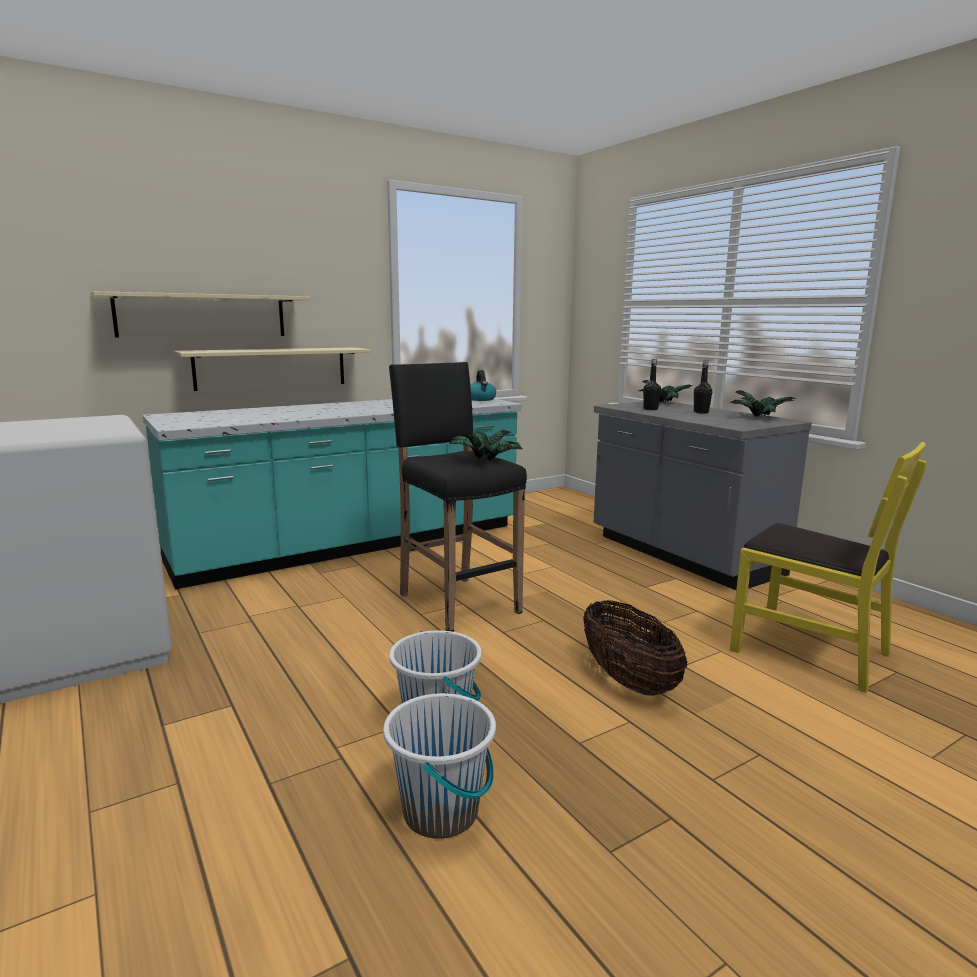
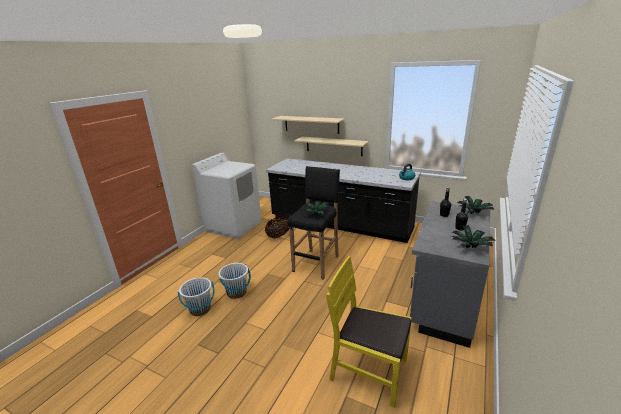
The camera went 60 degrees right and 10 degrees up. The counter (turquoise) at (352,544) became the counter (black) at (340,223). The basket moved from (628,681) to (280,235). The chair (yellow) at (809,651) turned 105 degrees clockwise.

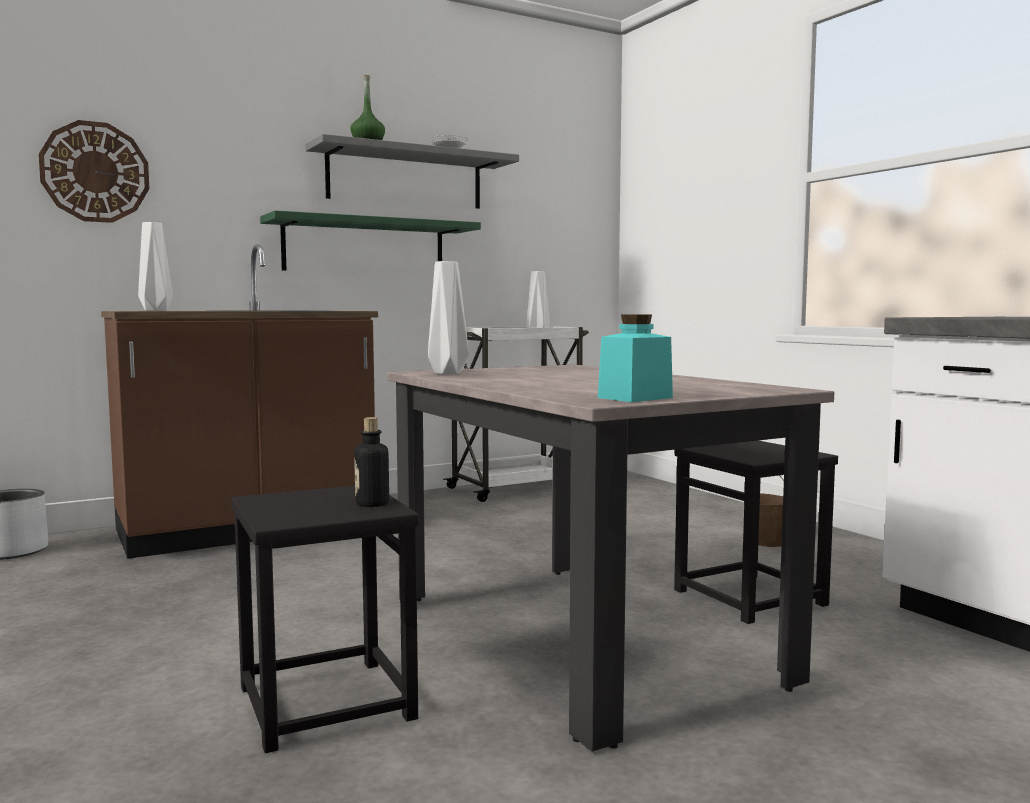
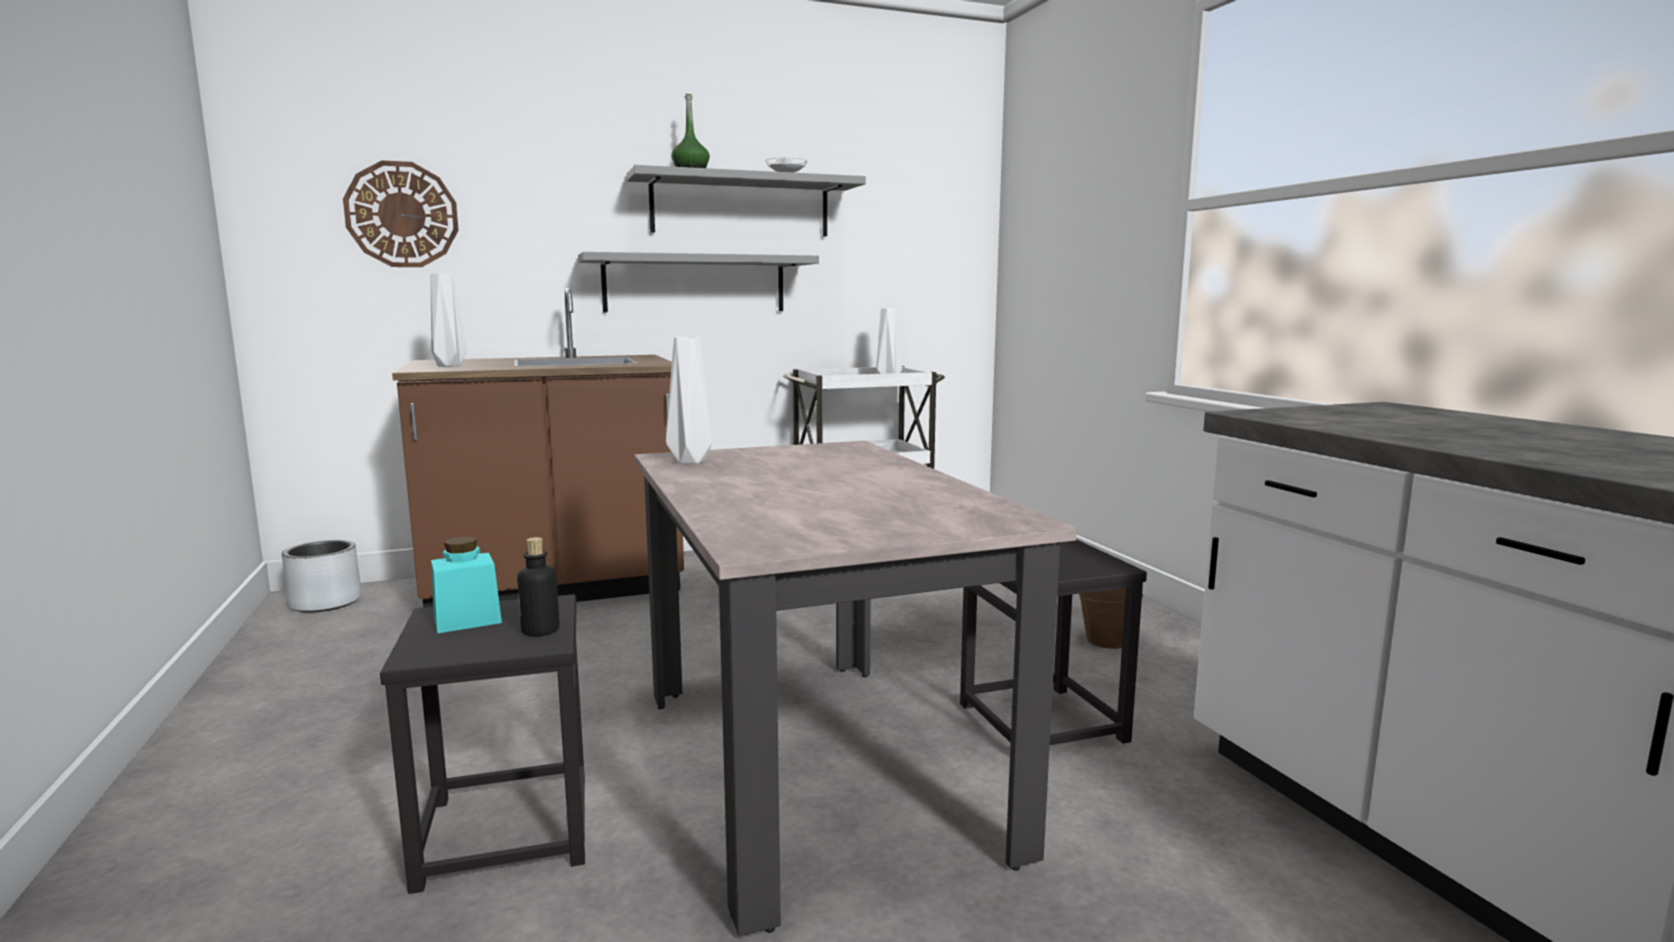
The camera went 10 degrees right and 5 degrees up. The shelf (green) at (365,247) became the shelf (grey) at (695,284). The jar (turquoise) moved from (635,398) to (467,620).

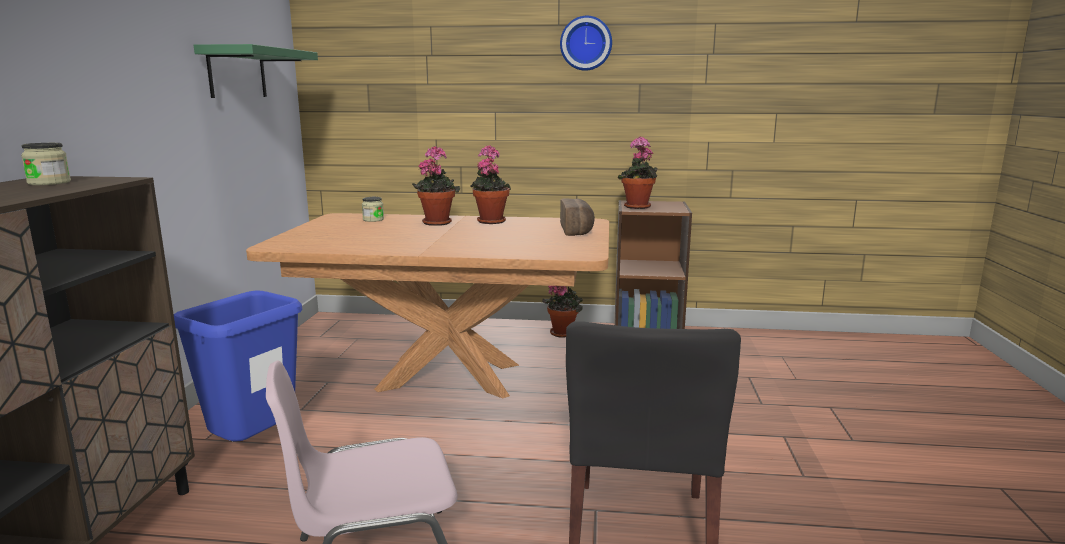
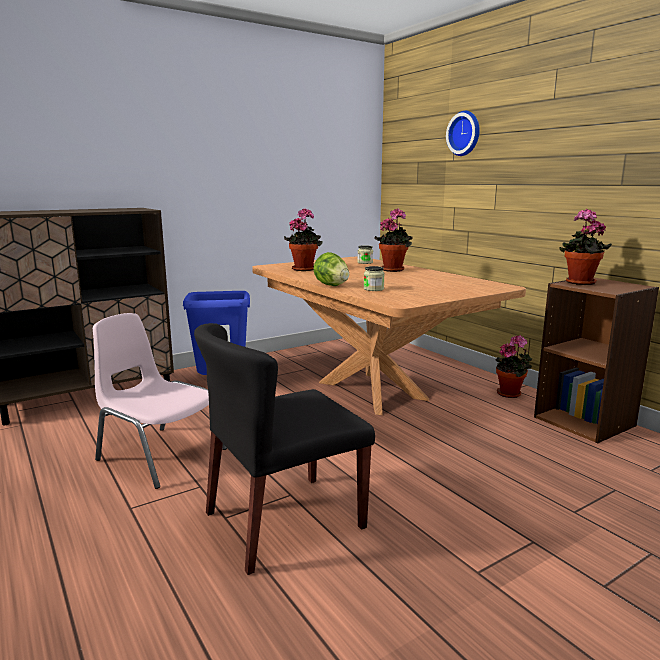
The camera went 50 degrees right and 0 degrees up. The jar moved from (49,183) to (373,289). The shelf (green) at (237,73) disappeared. The potted plant moved from (490,221) to (304,269). The wall clock moved from (586,43) to (465,133). The bread at (578,230) disappeared. The lettuce at (331,285) appeared.

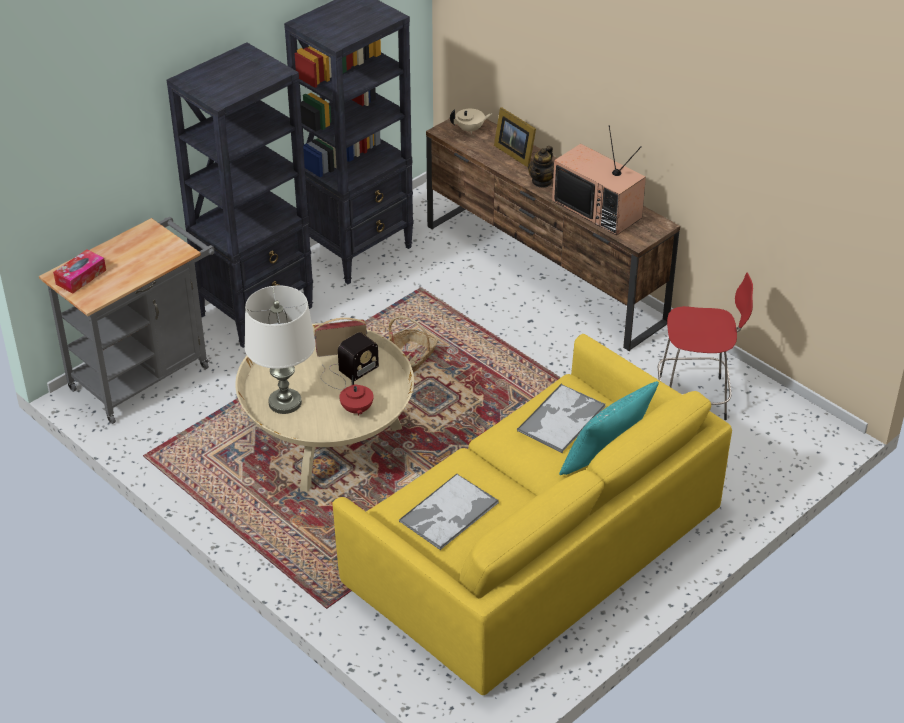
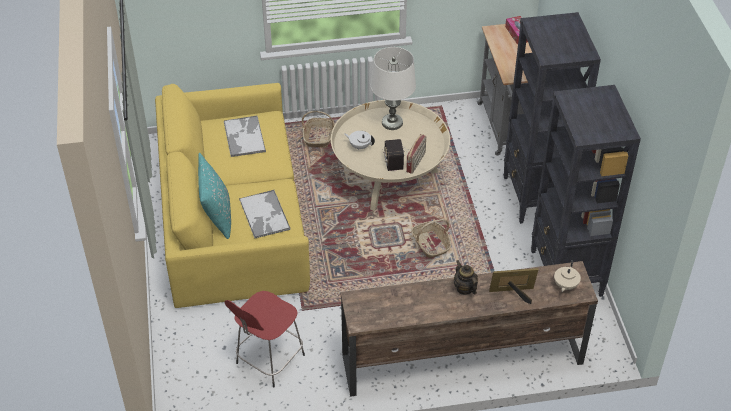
The camera went 125 degrees right and 5 degrees up. The teapot (red) at (356,410) became the teapot (white) at (359,146). The television at (599,209) disappeared. The basket at (319,137) appeared.

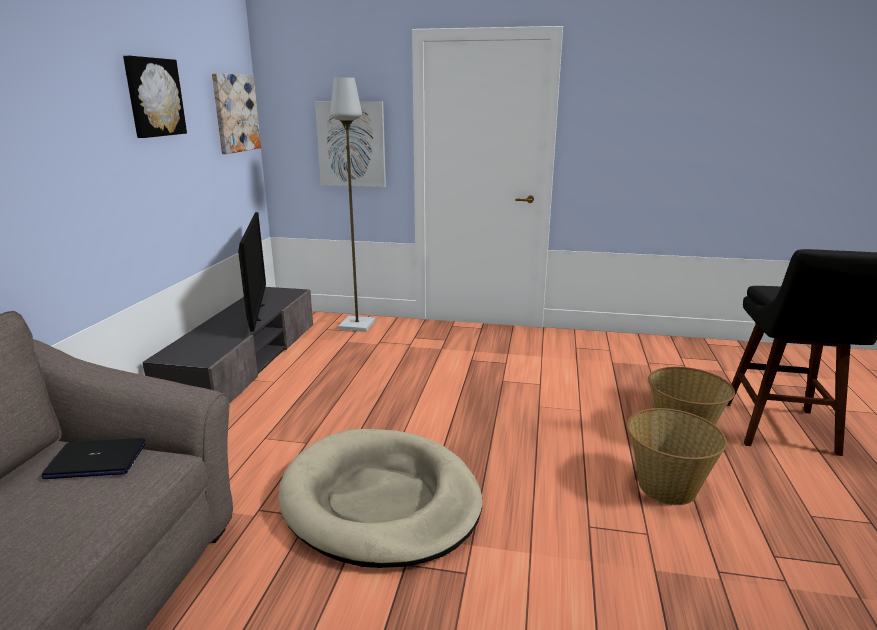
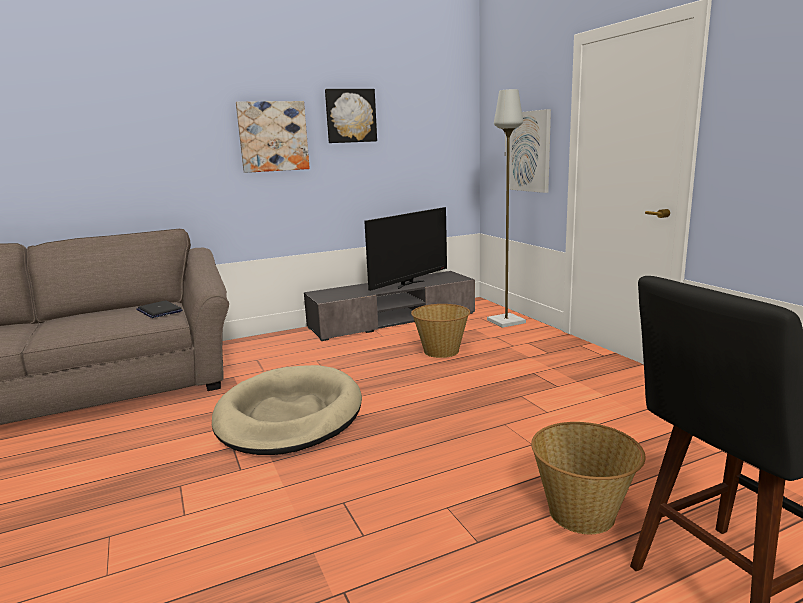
The camera went 55 degrees right and 5 degrees down. The picture moved from (235,113) to (273,136). The basket moved from (666,486) to (441,351).

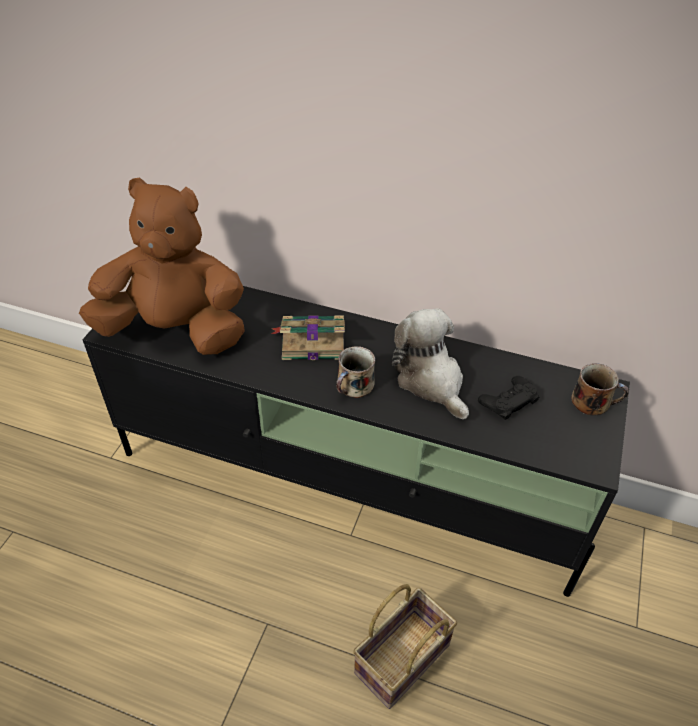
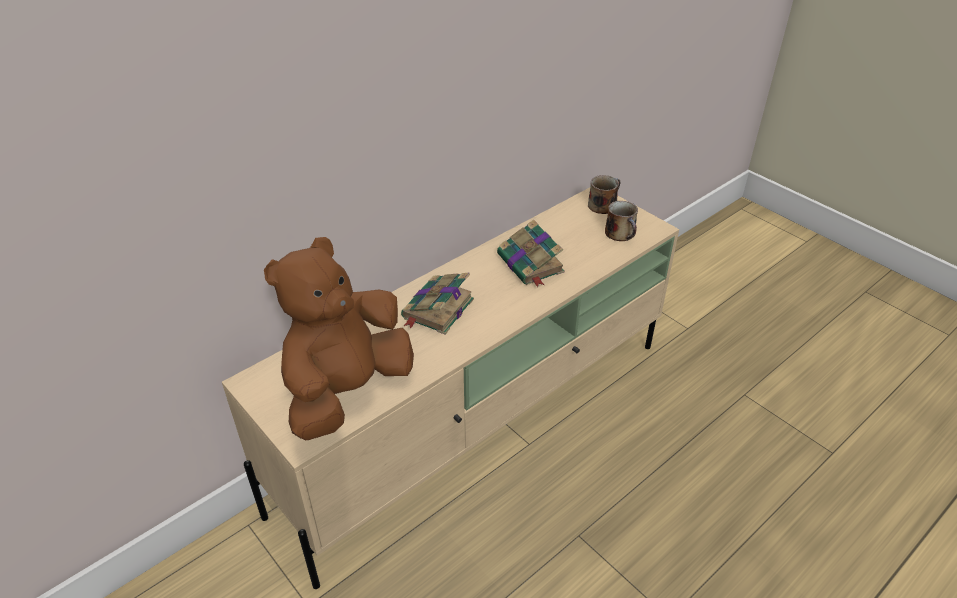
The camera went 60 degrees left and 5 degrees down. The tv stand (black) at (350,483) became the tv stand (beige) at (479,422). The mug moved from (354,386) to (621,233). The basket at (402,662) disappeared. The plush toy at (430,380) was replaced by the book at (531,264). The game controller (black) at (508,401) disappeared.

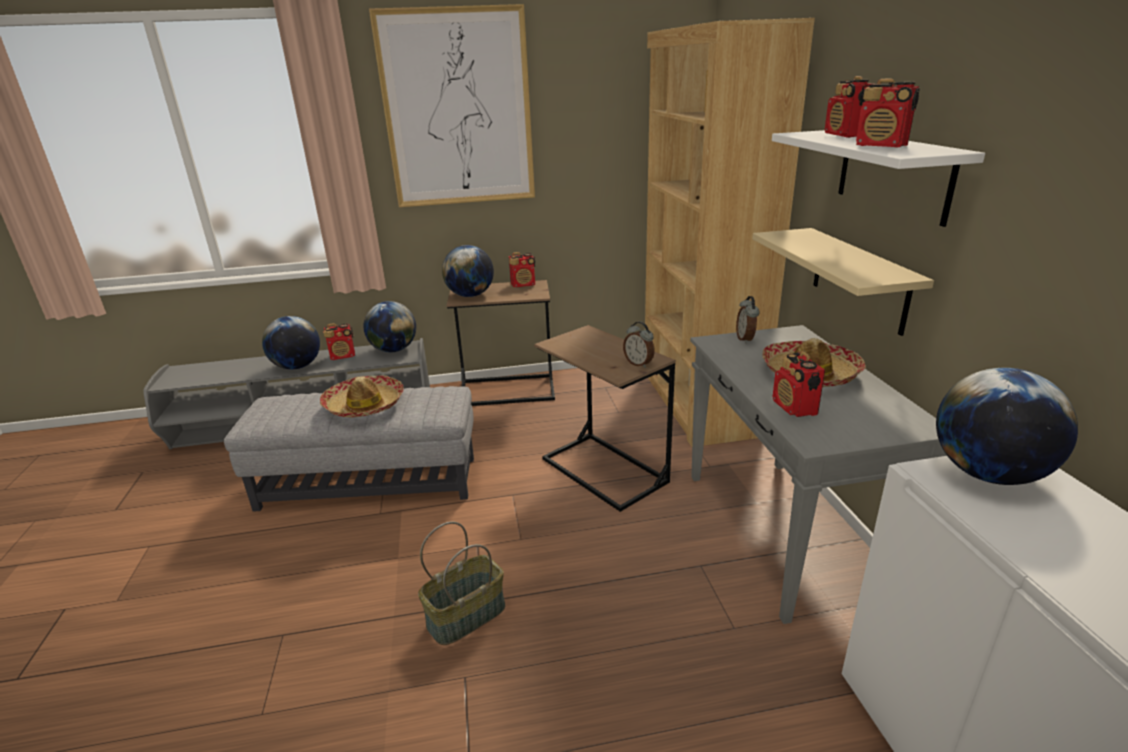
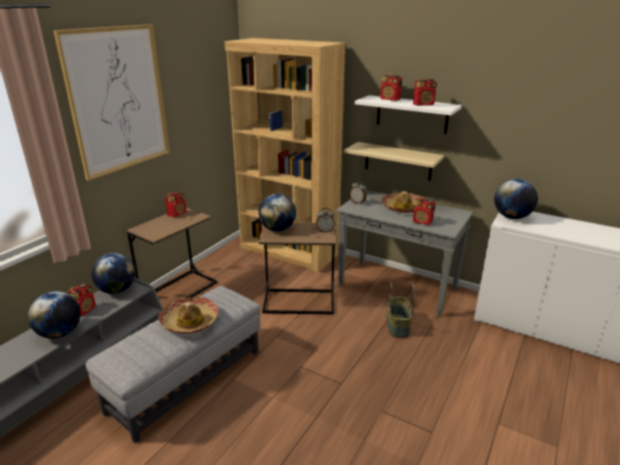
The camera went 50 degrees left and 0 degrees up. The basket moved from (466,615) to (397,325). The globe moved from (470,295) to (277,229).

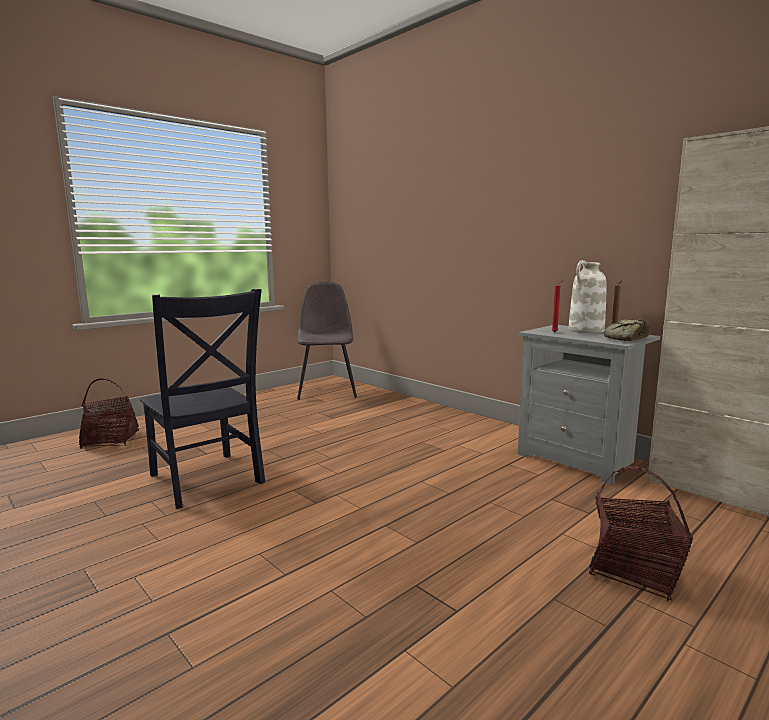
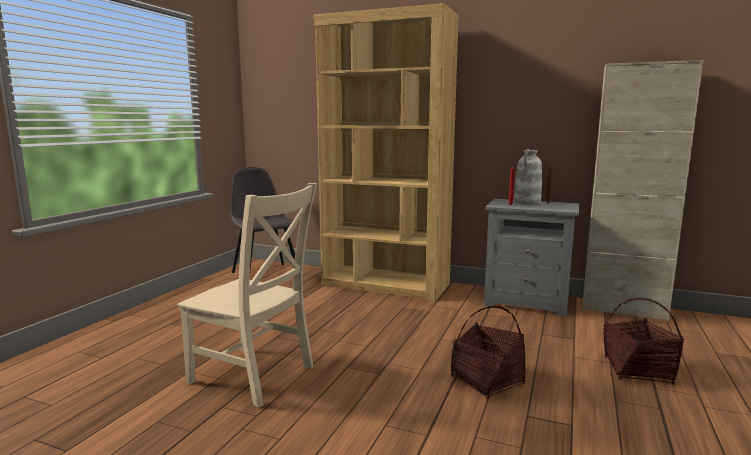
The camera went 25 degrees left and 0 degrees up. The basket moved from (110,439) to (486,380). The chair (black) at (207,481) became the chair (beige) at (255,376). The bread at (625,338) disappeared. The bookcase (brown) at (385,284) appeared.

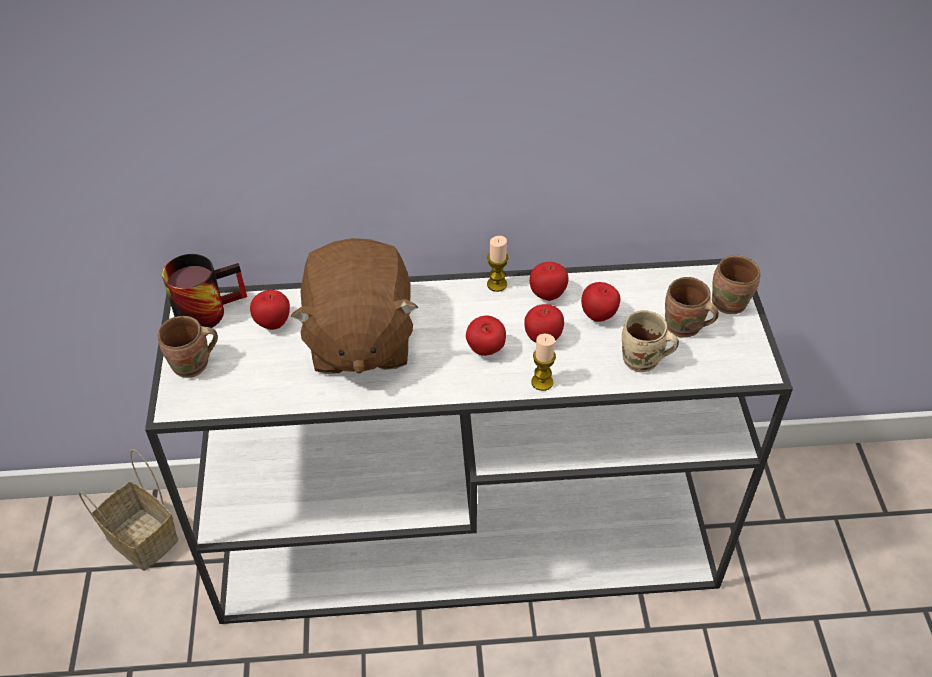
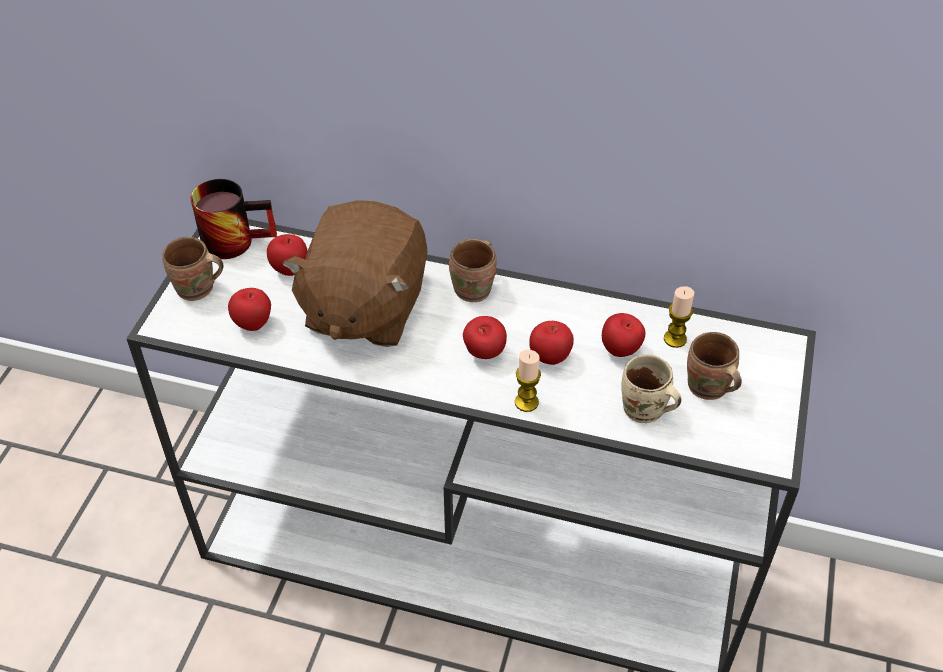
The camera went 20 degrees right and 0 degrees up. The basket at (140,539) disappeared. The candle moved from (497,284) to (675,339). The apple moved from (547,295) to (253,324). The mug (brown) moved from (731,302) to (476,289).

